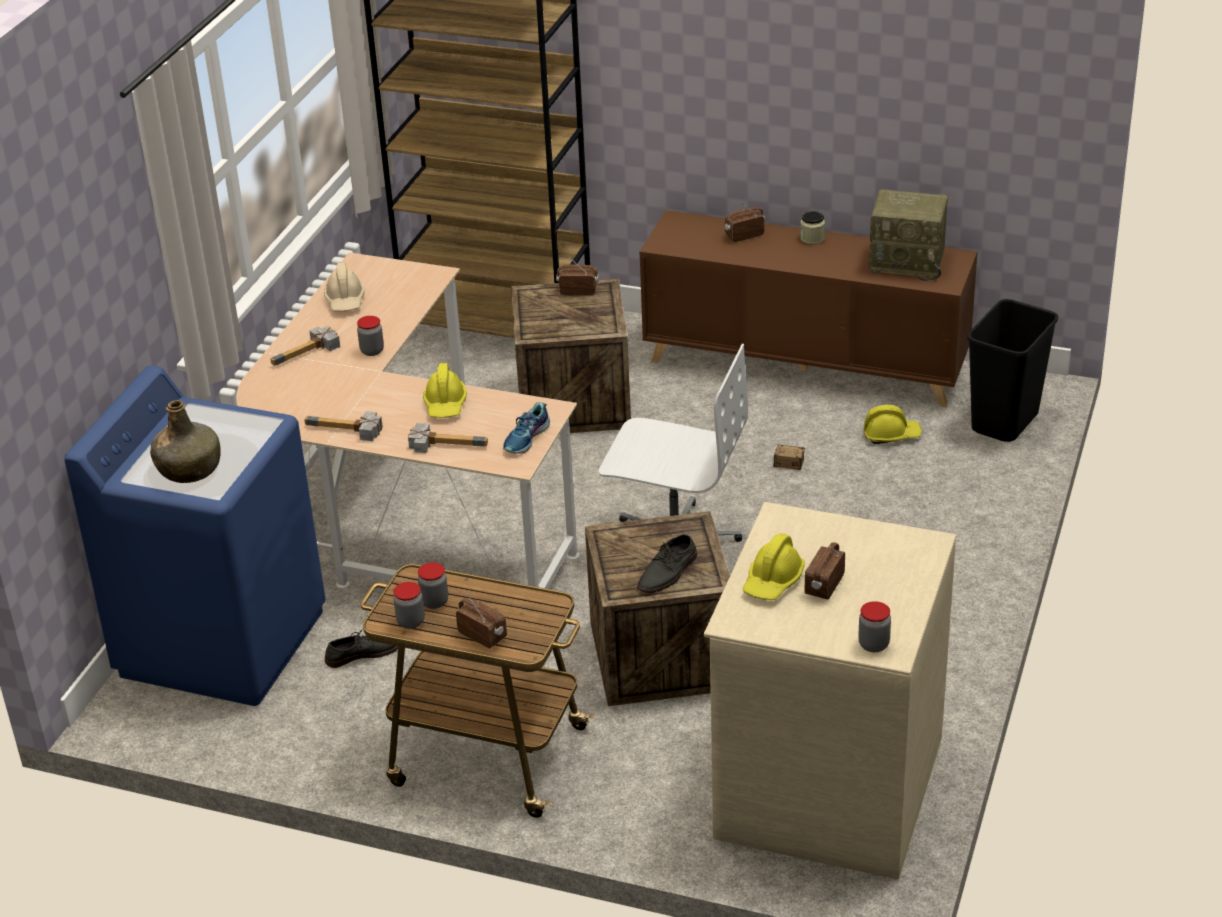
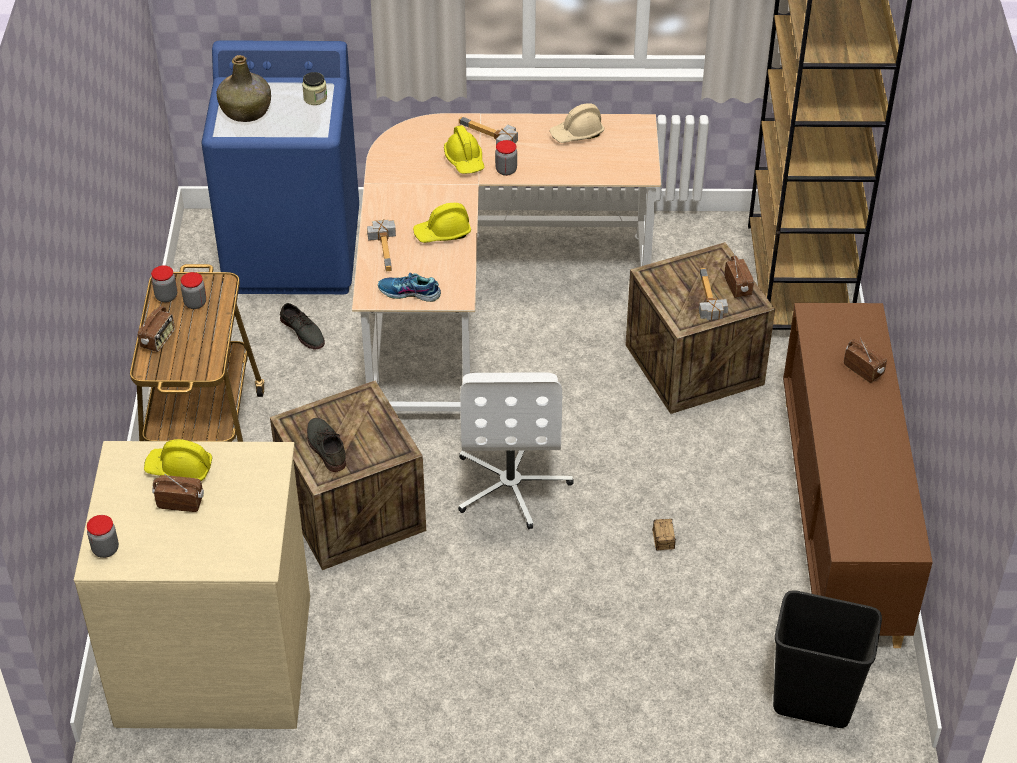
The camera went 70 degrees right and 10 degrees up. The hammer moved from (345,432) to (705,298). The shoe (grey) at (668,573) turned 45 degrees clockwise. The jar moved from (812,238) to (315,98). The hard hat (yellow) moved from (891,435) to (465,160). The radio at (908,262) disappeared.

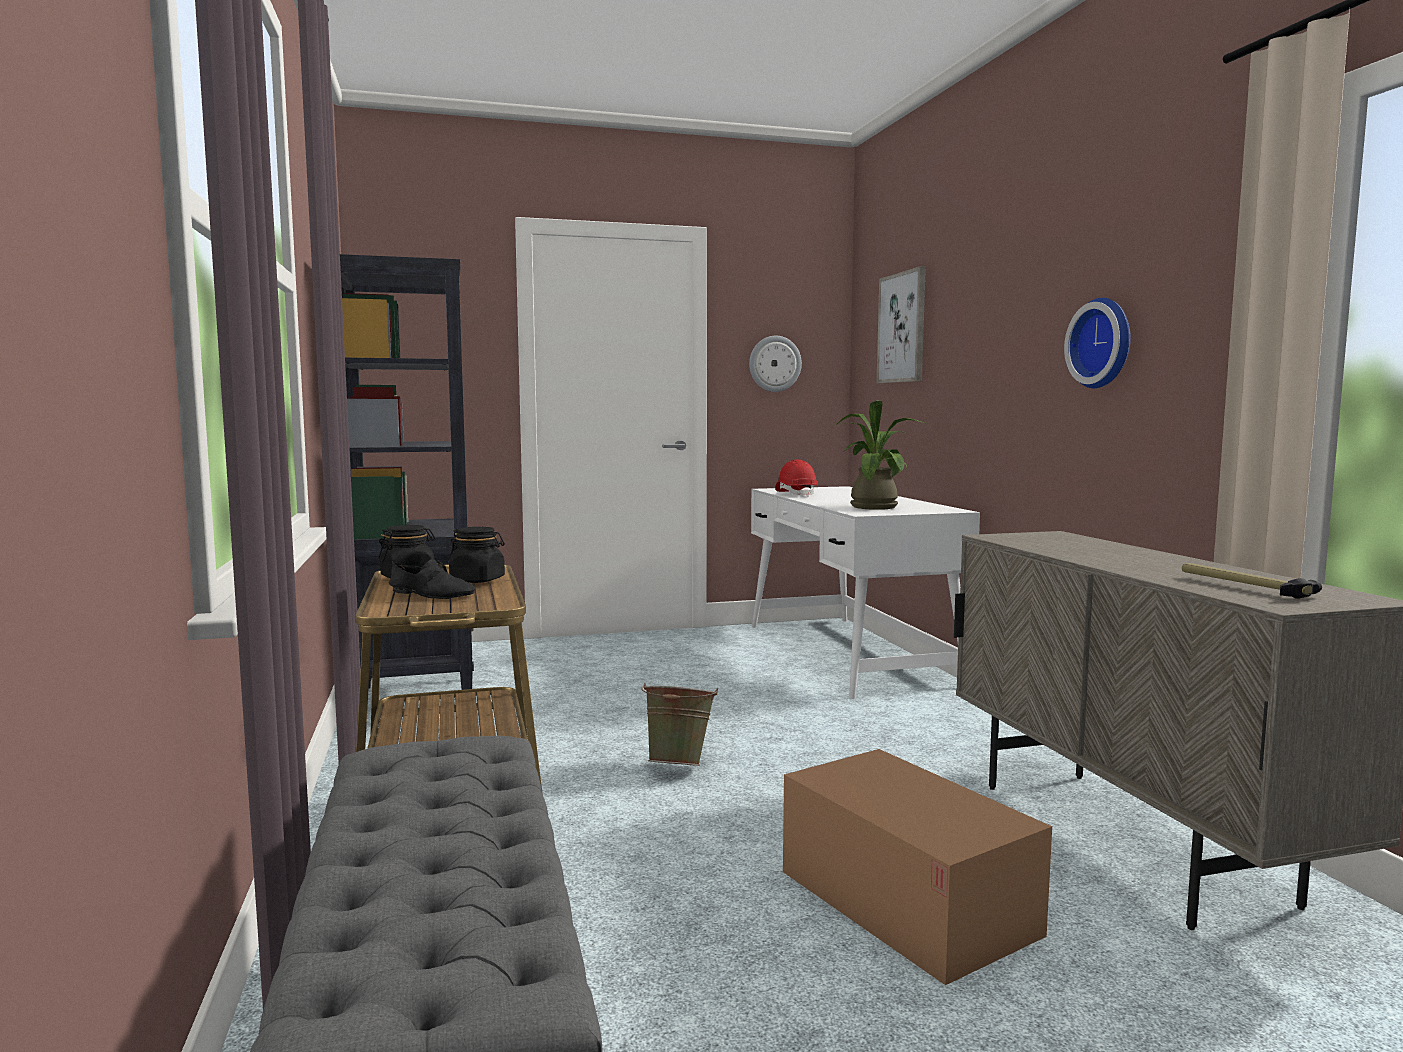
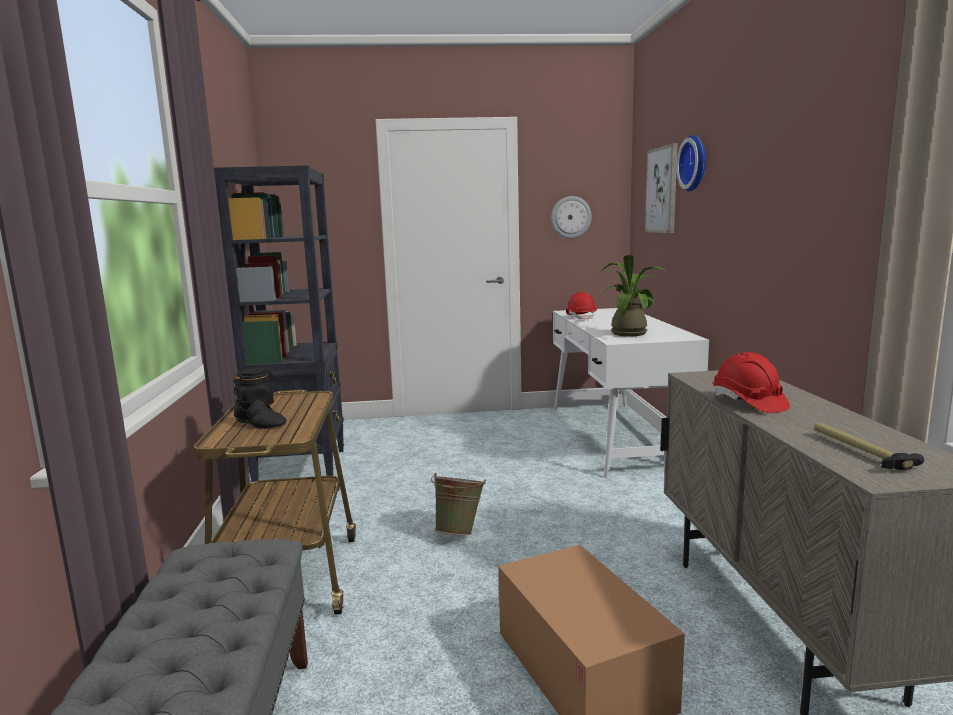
The camera went 10 degrees right and 5 degrees up. The jar (black) at (478,580) disappeared. The wall clock moved from (1104,343) to (696,163). The hard hat (red) at (748,403) appeared.

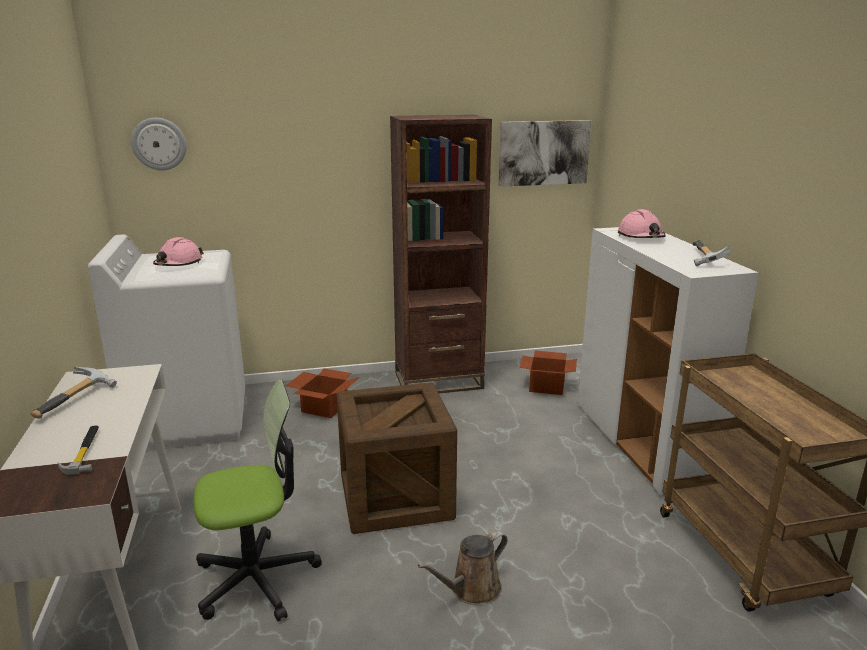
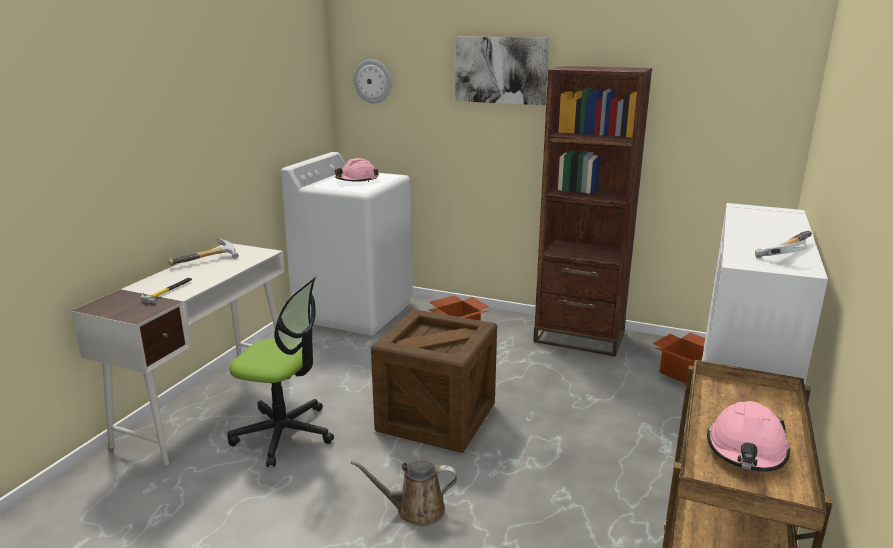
The camera went 35 degrees right and 0 degrees up. The picture moved from (543,153) to (501,70). The hard hat (pink) moved from (640,237) to (746,450).

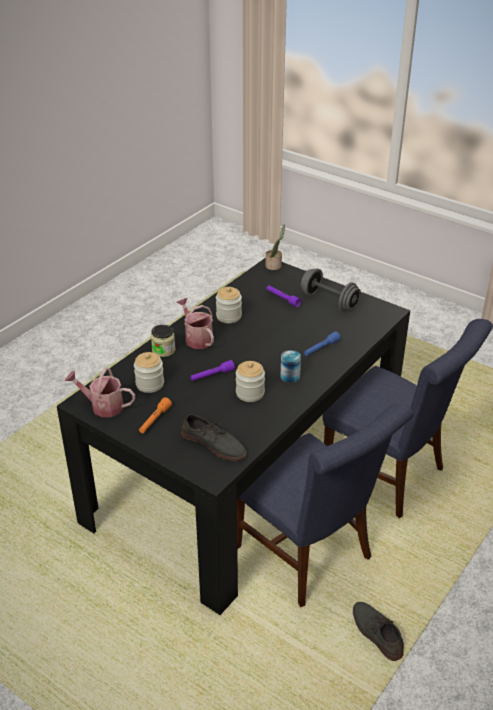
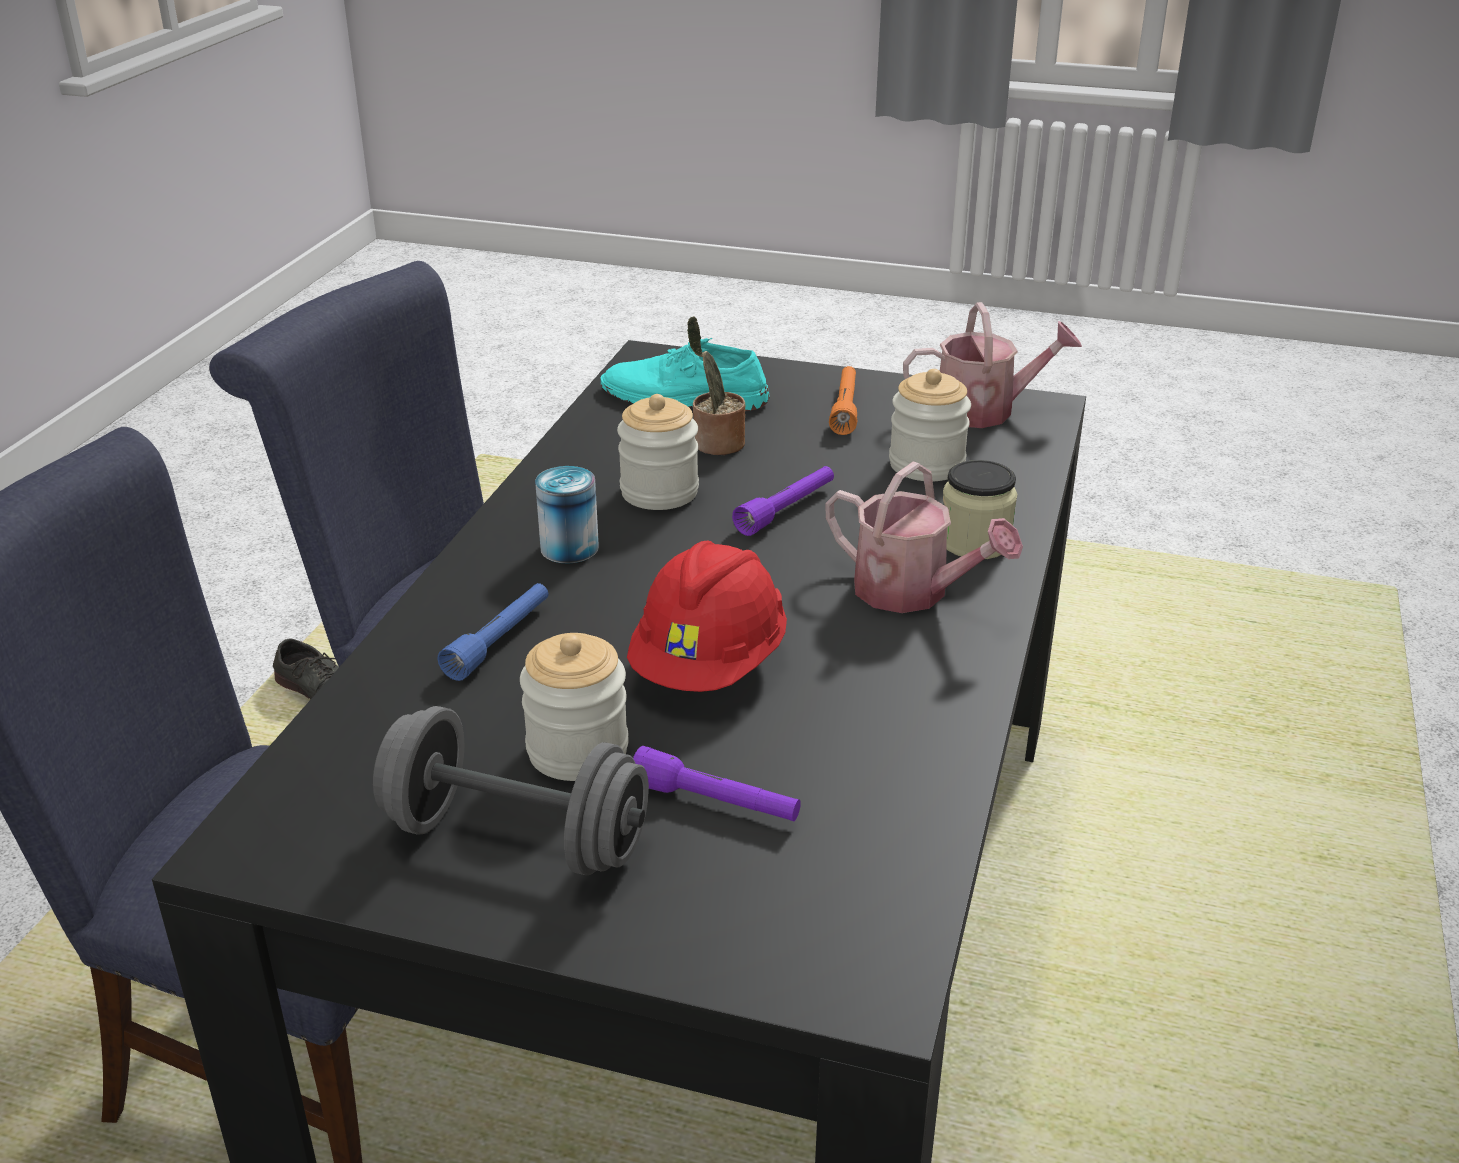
The camera went 160 degrees right and 5 degrees down. The shoe (grey) at (214,443) became the shoe (turquoise) at (683,397). The jar moved from (229,316) to (577,750). The potted plant moved from (274,266) to (715,444). The hard hat (red) at (709,665) appeared.

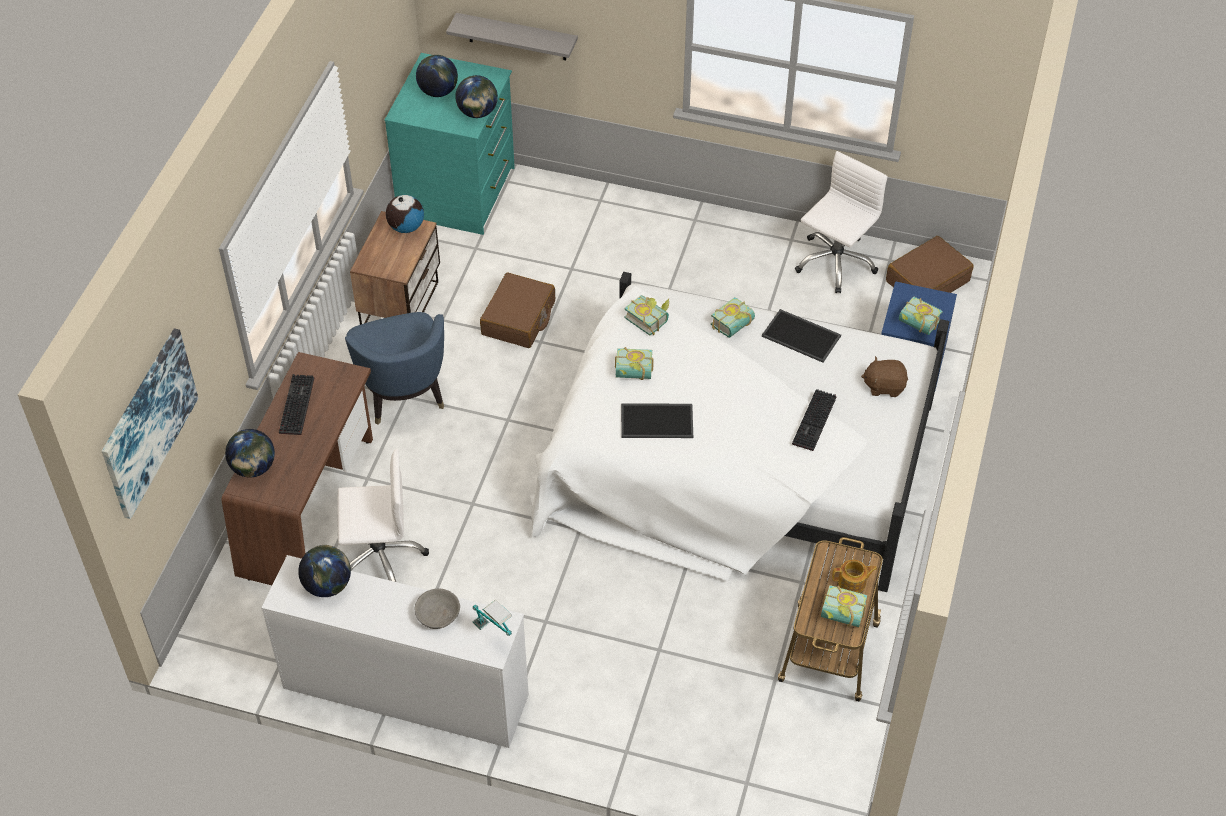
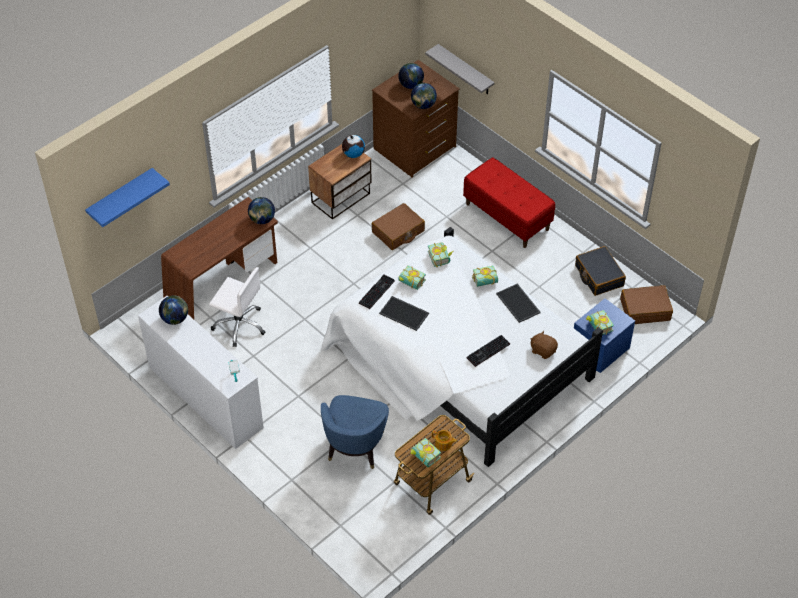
The camera went 30 degrees right and 0 degrees up. The picture at (148,422) was replaced by the shelf (blue) at (120,196). The globe moved from (253,468) to (262,220). The keyboard moved from (295,404) to (376,291). The armchair (blue) moved from (402,393) to (355,447). The dresser (turquoise) at (458,192) became the dresser (brown) at (415,148). The bowl (grey) at (438,615) disappeared. The office chair (white) at (835,262) was replaced by the suitcase (black) at (598,276). The bench (red) at (507,216) appeared.

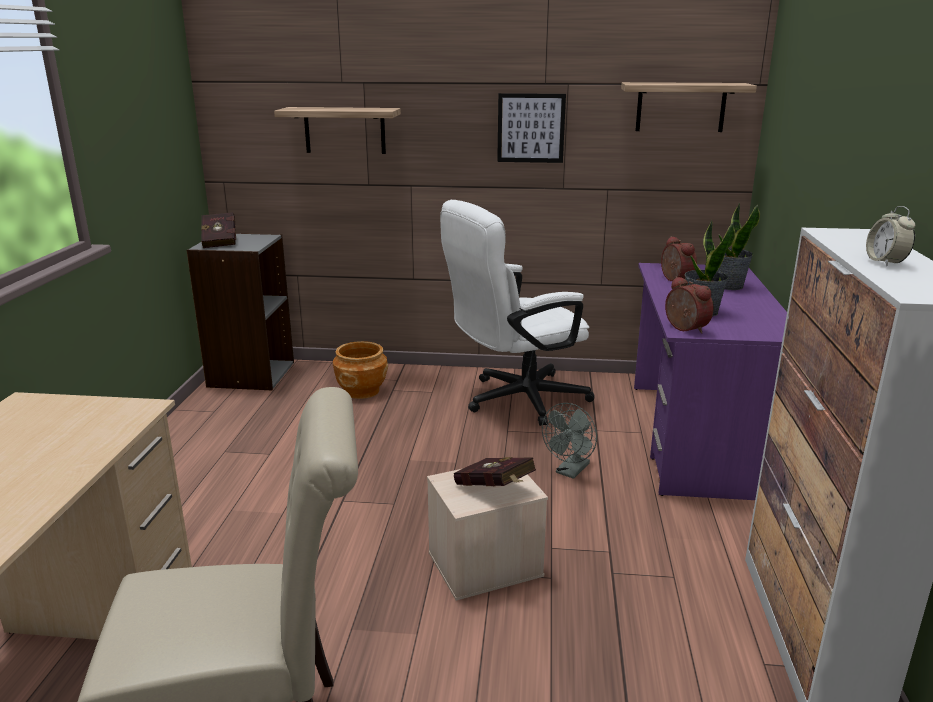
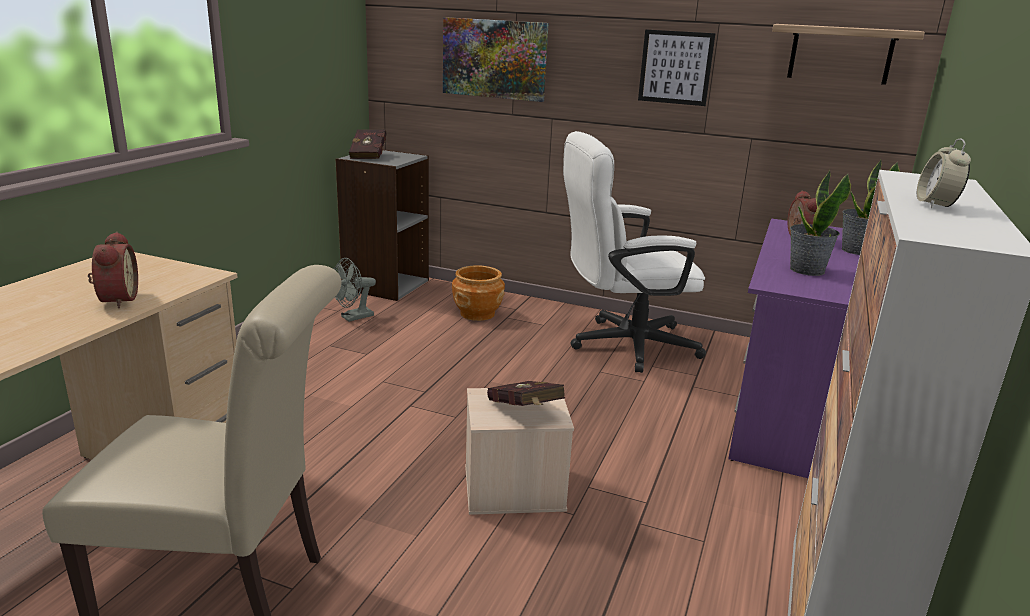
The camera went 15 degrees right and 0 degrees up. The shelf at (345,130) was replaced by the picture at (494,59). The fan (grey) moved from (570,471) to (353,317). The alarm clock moved from (684,329) to (116,300).

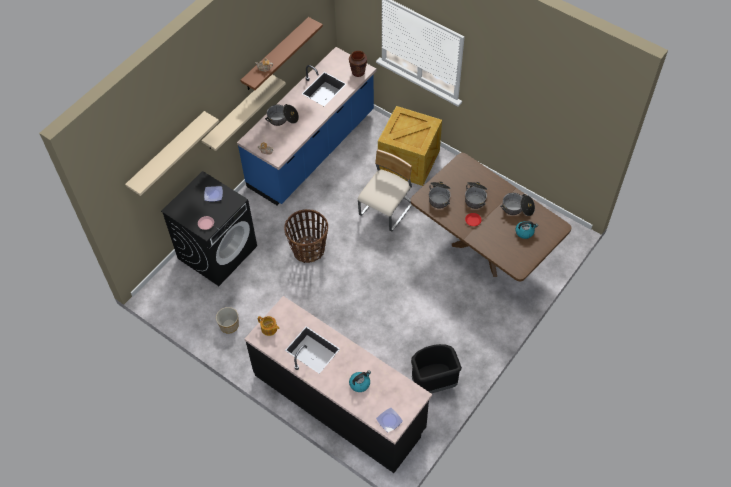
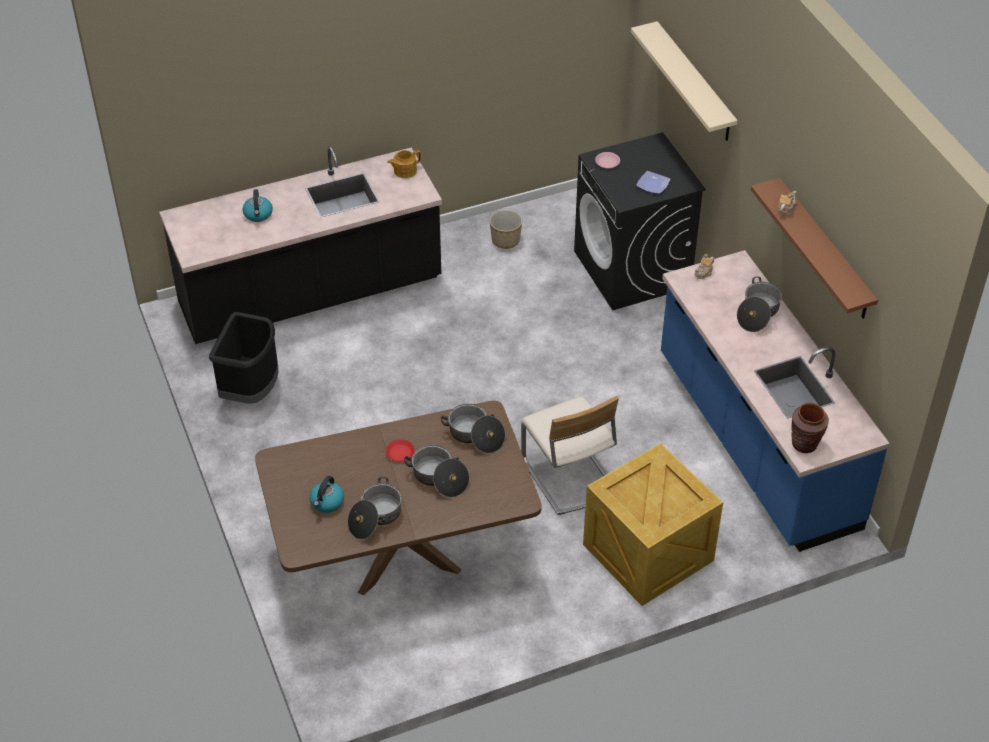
The camera went 120 degrees right and 10 degrees down. The shelf (beige) at (238,113) disappeared. The basket at (308,250) disappeared. The plate at (388,420) disappeared.

